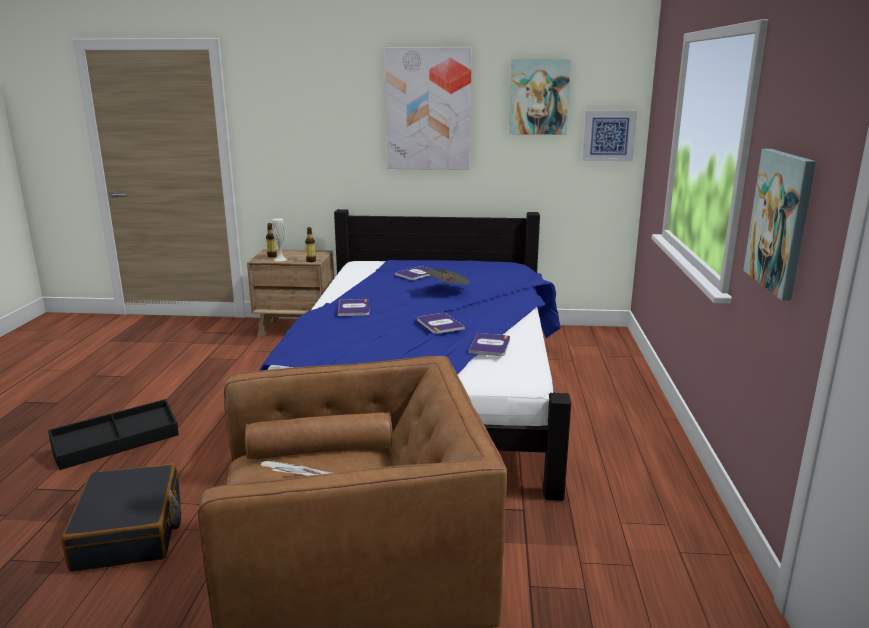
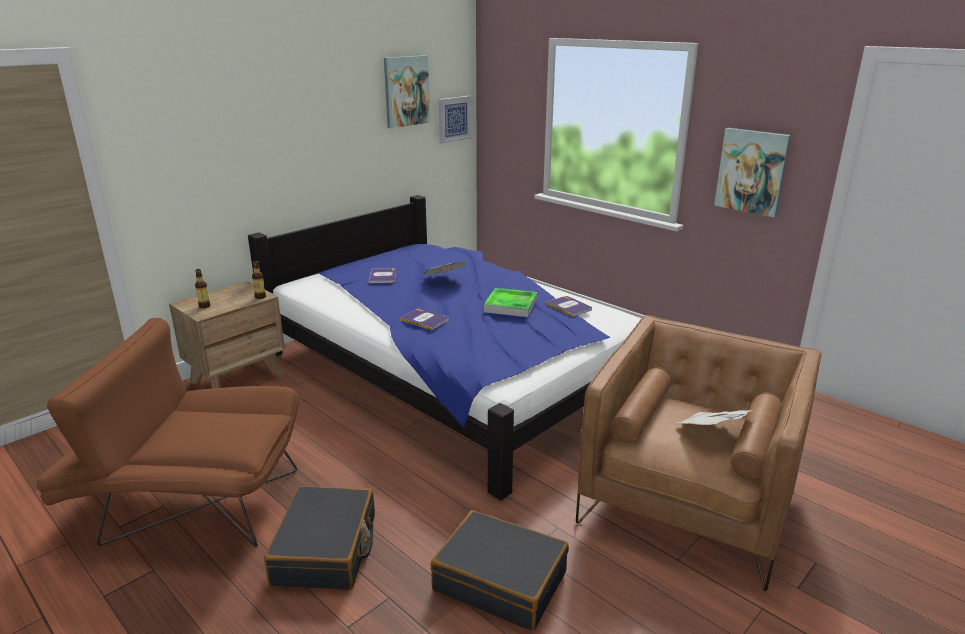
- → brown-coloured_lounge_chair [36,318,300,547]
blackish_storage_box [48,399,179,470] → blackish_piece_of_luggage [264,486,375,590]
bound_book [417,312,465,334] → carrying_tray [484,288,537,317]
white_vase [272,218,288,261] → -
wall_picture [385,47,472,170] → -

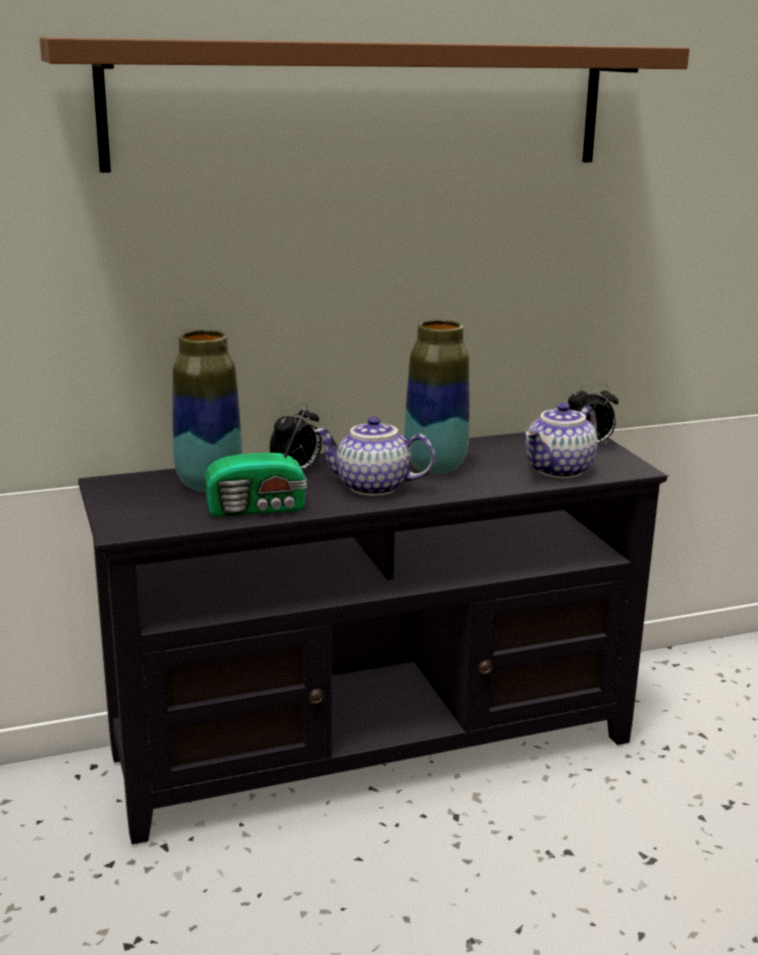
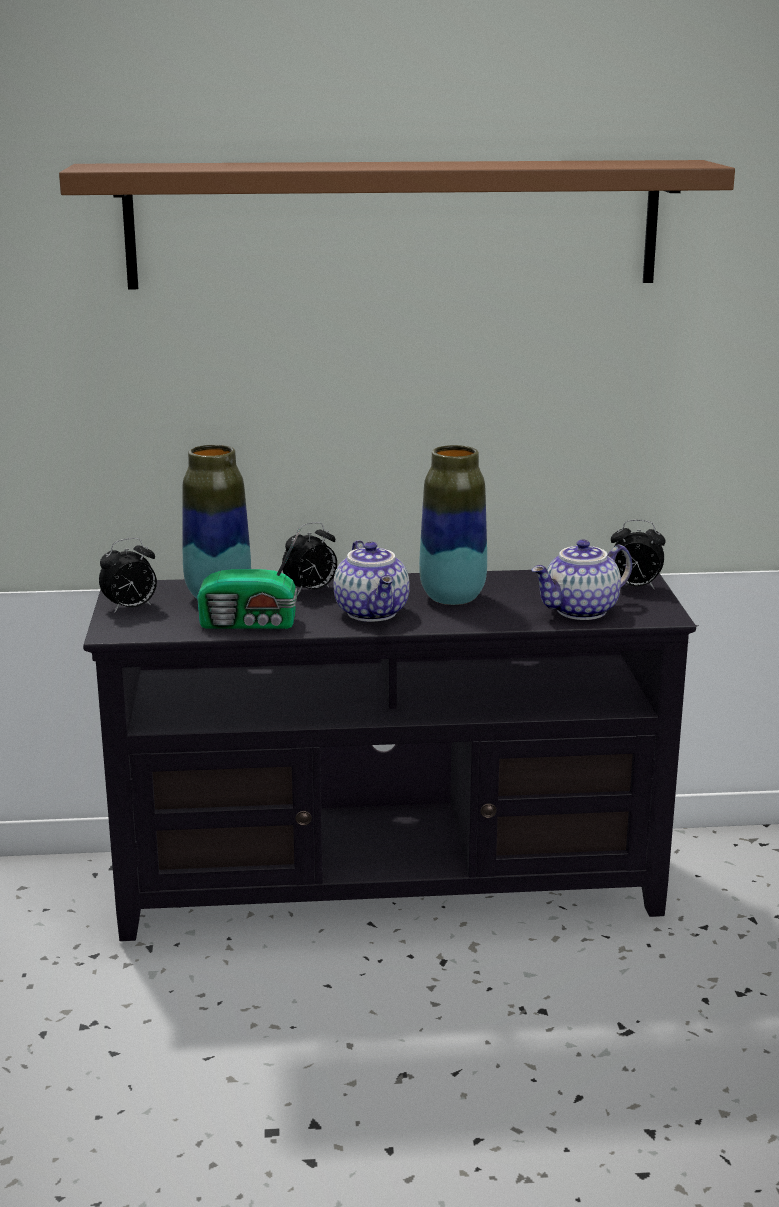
- → alarm_clock [99,538,157,613]
teapot [314,416,435,496] → teapot [333,540,410,622], 135 degrees counterclockwise

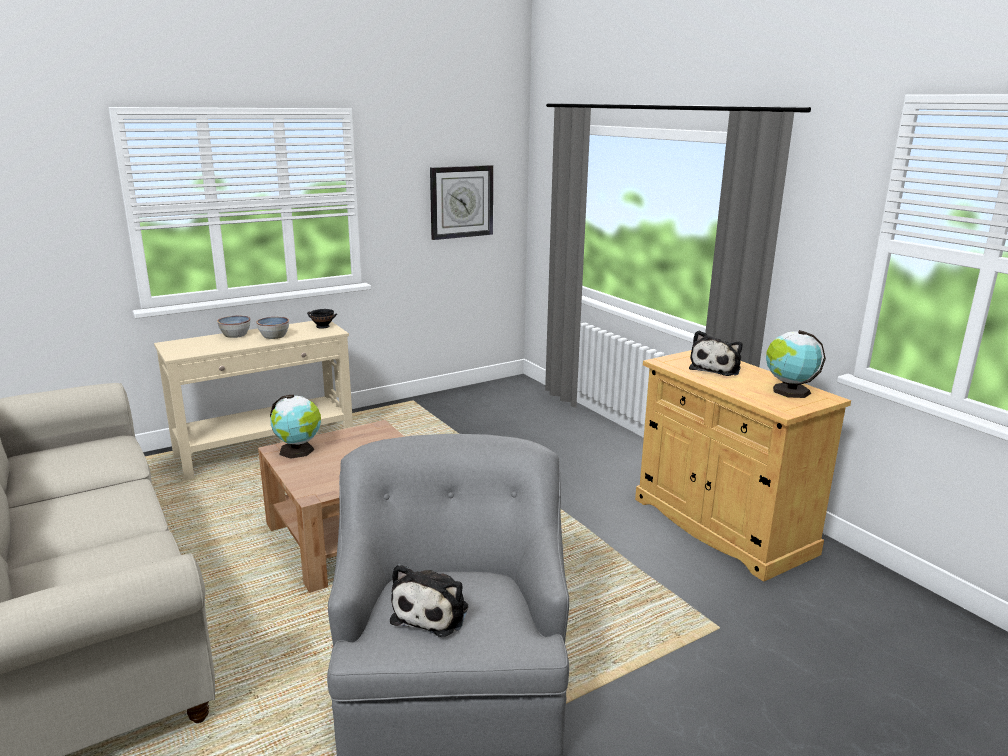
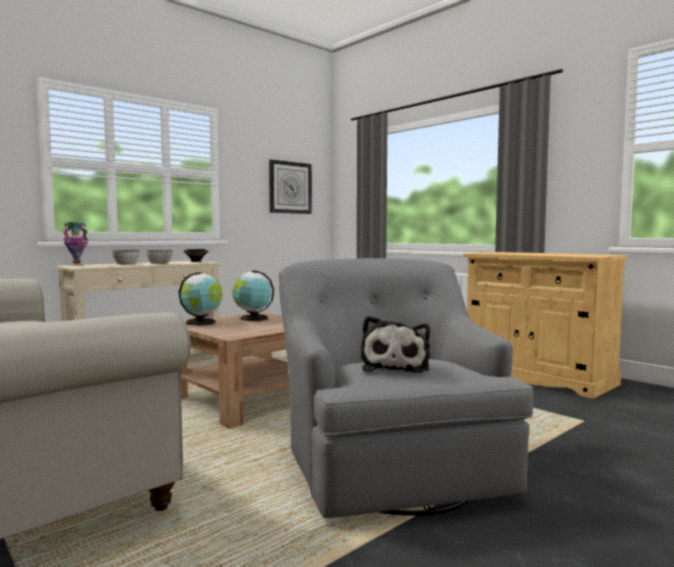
- → vase [63,222,88,266]
globe [766,330,826,398] → globe [233,270,275,321], relocated
cuddly_toy [689,331,743,376] → -

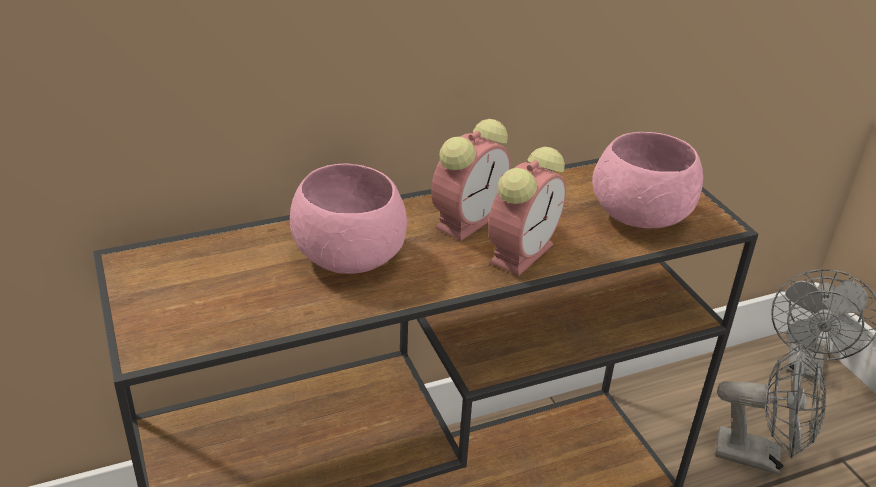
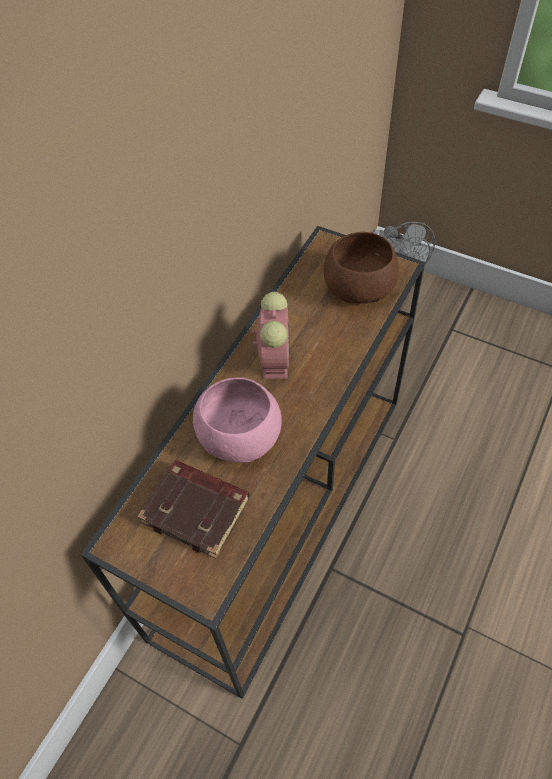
- → brown-coloured_bound_book [138,460,249,559]
pinkish_bowl [592,132,703,228] → brown-coloured_bowl [324,232,399,304]
alarm_clock [488,147,566,276] → -
grey_electric_fan [715,344,826,475] → -

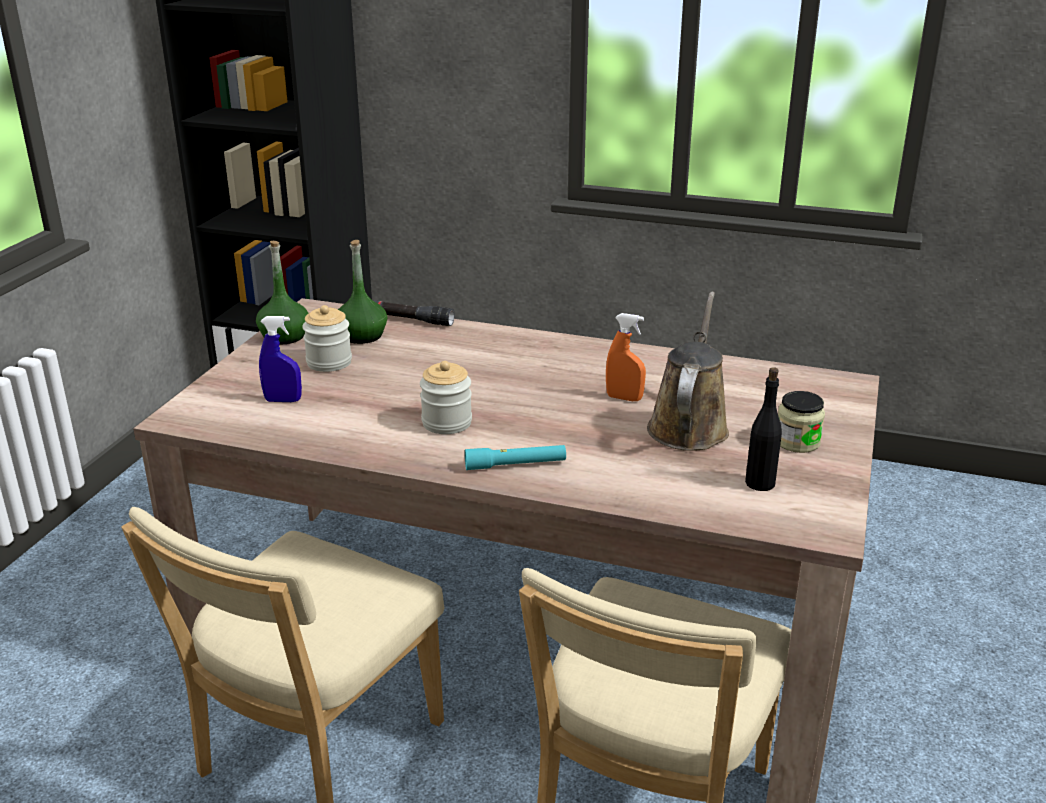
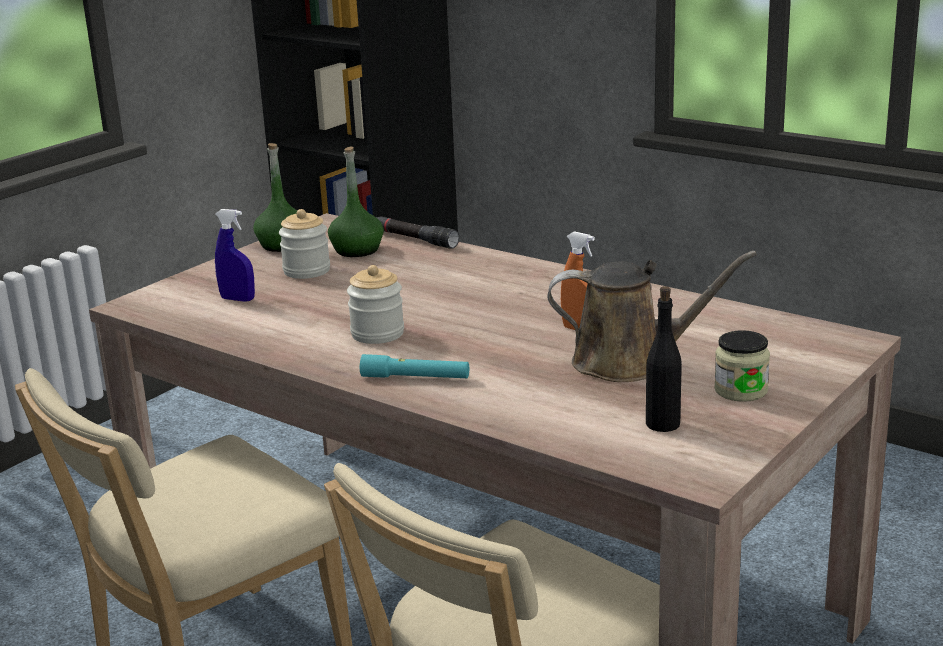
brown-coloured_sprinkling_can [647,292,729,451] → brown-coloured_sprinkling_can [547,251,757,382], 60 degrees clockwise

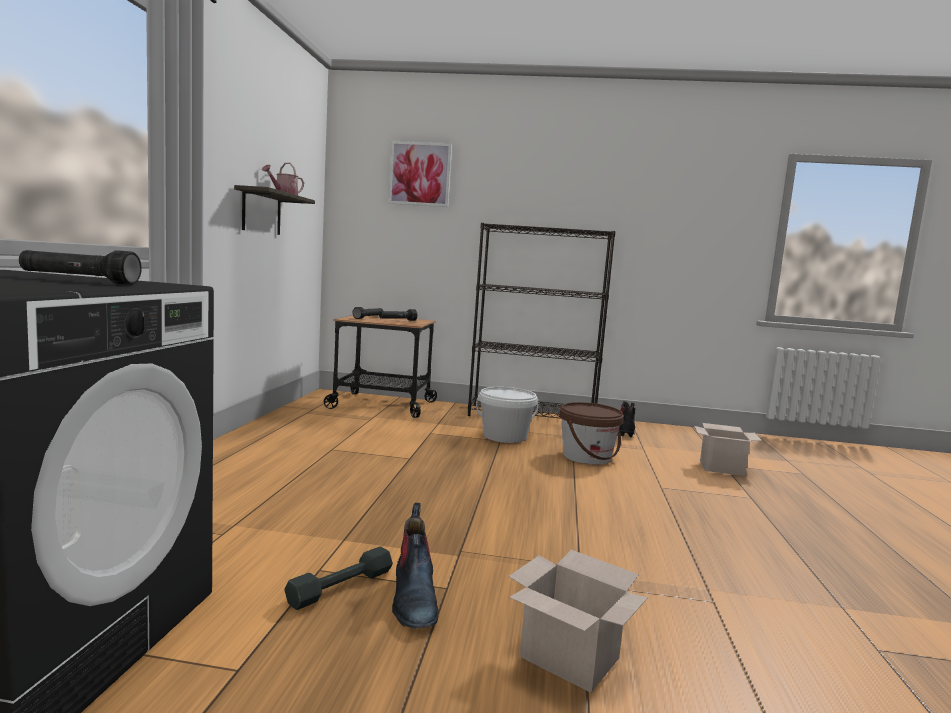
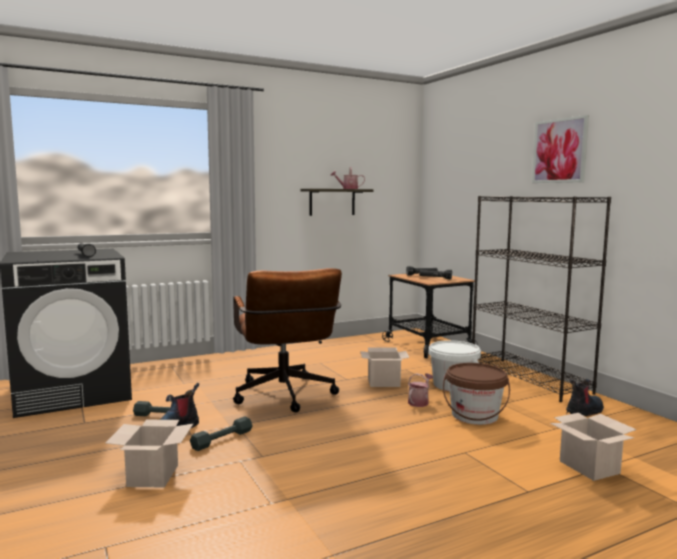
- → grey_dumbbell [190,417,253,451]
- → brown-coloured_computer_chair [233,268,342,412]
- → cardboard_box [360,347,410,387]
- → sprinkling_can [408,373,433,407]
wall_picture [388,141,452,207] → wall_picture [532,115,589,183], relocated

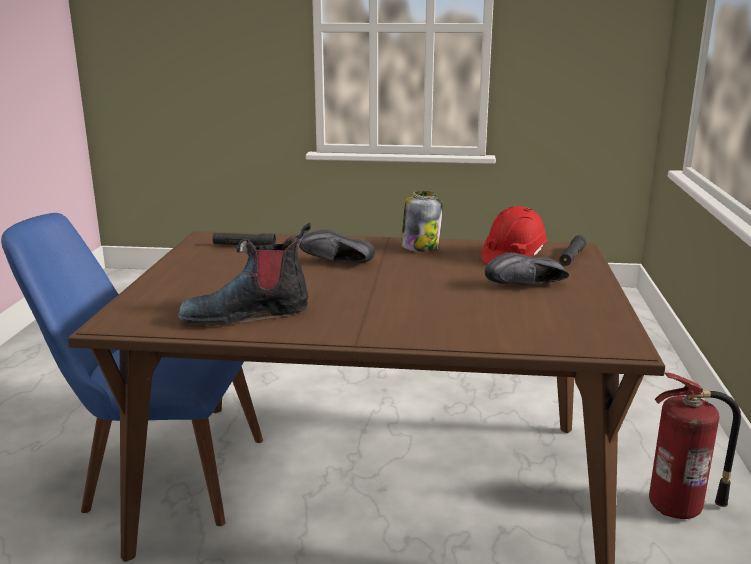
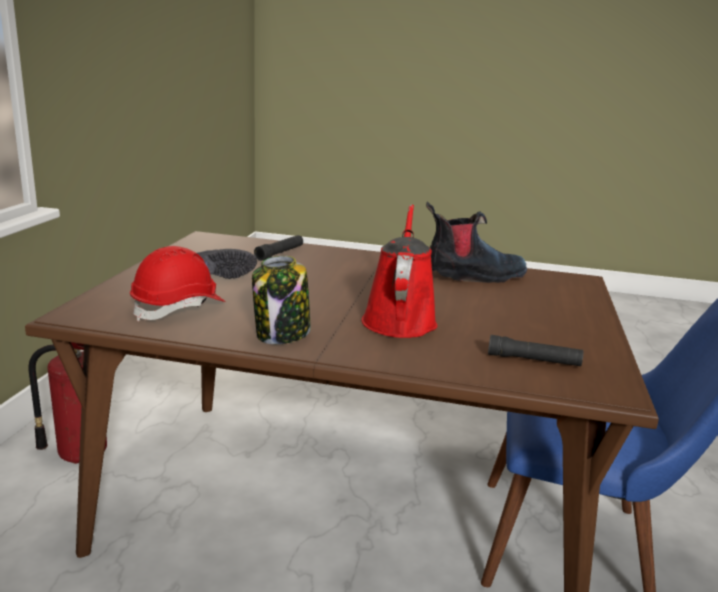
blackish_flashlight [559,235,587,266] → blackish_flashlight [254,235,303,261], relocated
blackish_item_of_footwear [299,230,375,263] → reddish_sprinkling_can [362,204,437,338]

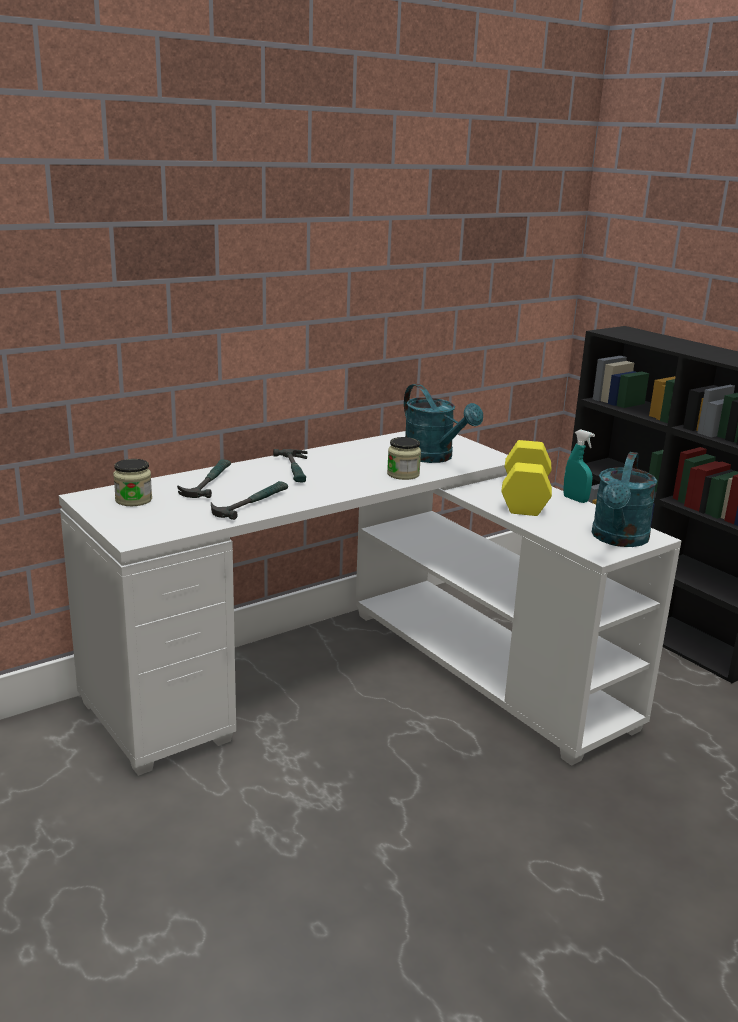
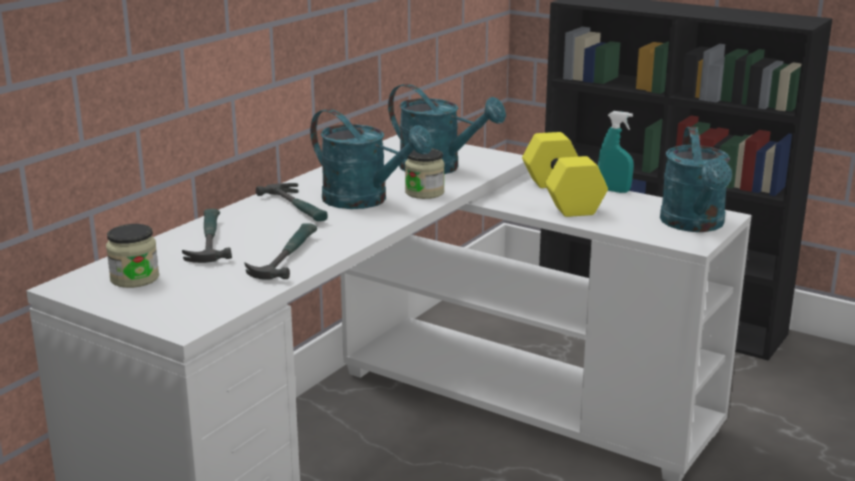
- → turquoise-coloured_sprinkling_can [310,109,433,209]

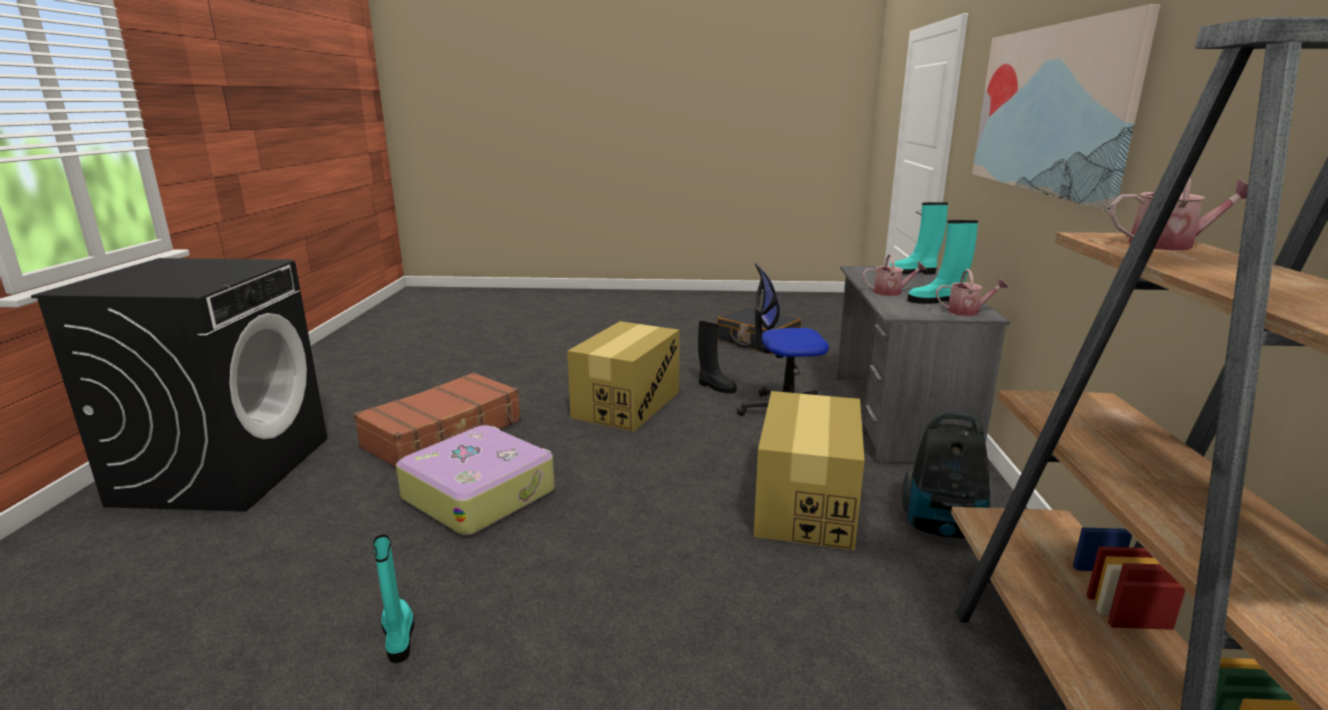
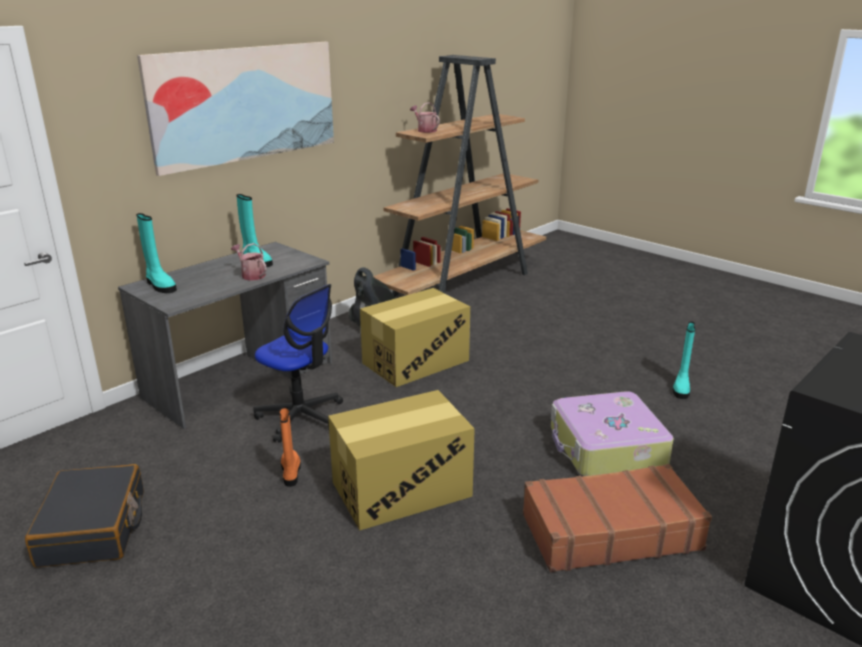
blackish_tall_boot [698,321,737,394] → orange_tall_boot [279,407,301,487]
sprinkling_can [936,269,1009,316] → -

